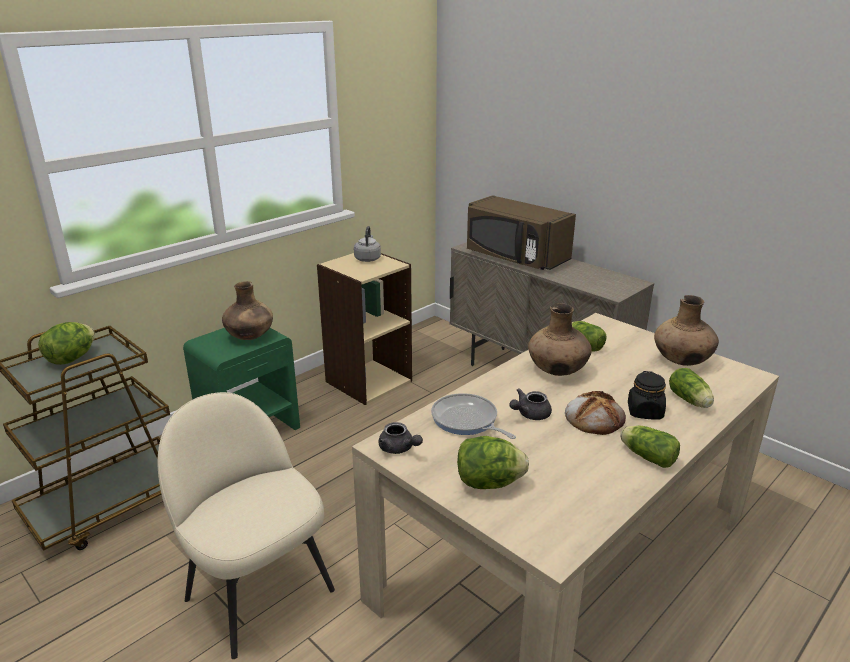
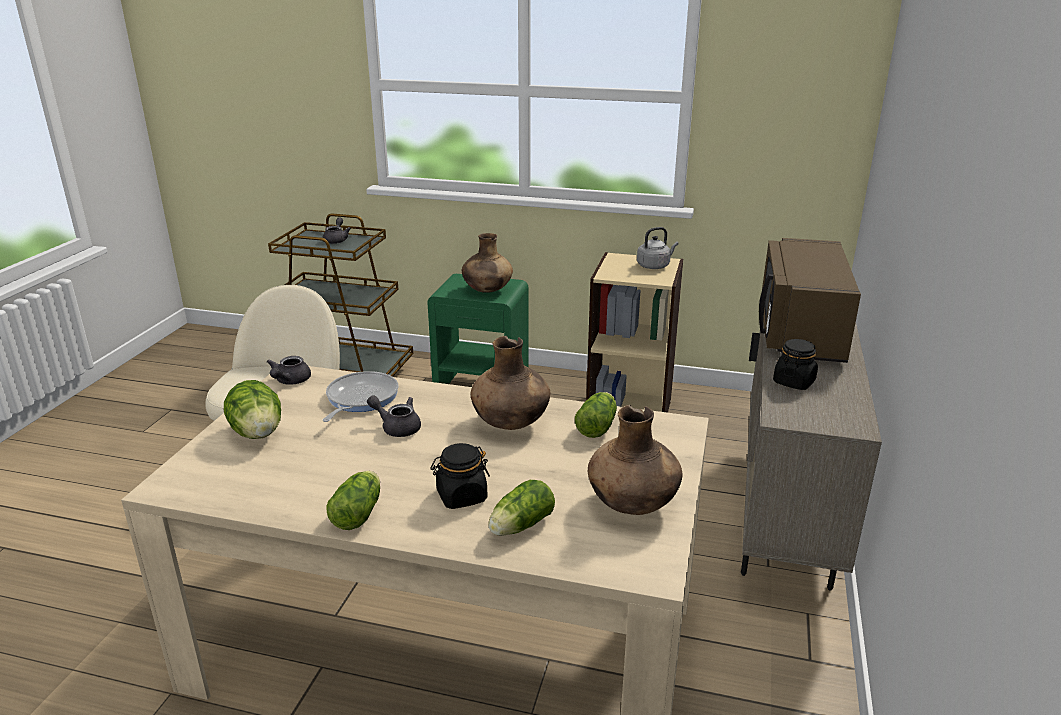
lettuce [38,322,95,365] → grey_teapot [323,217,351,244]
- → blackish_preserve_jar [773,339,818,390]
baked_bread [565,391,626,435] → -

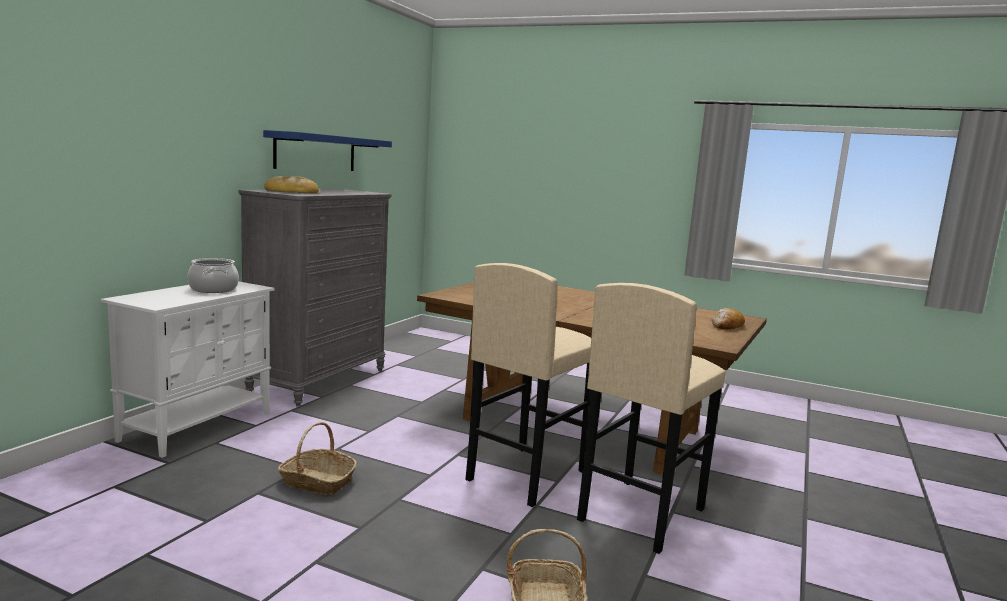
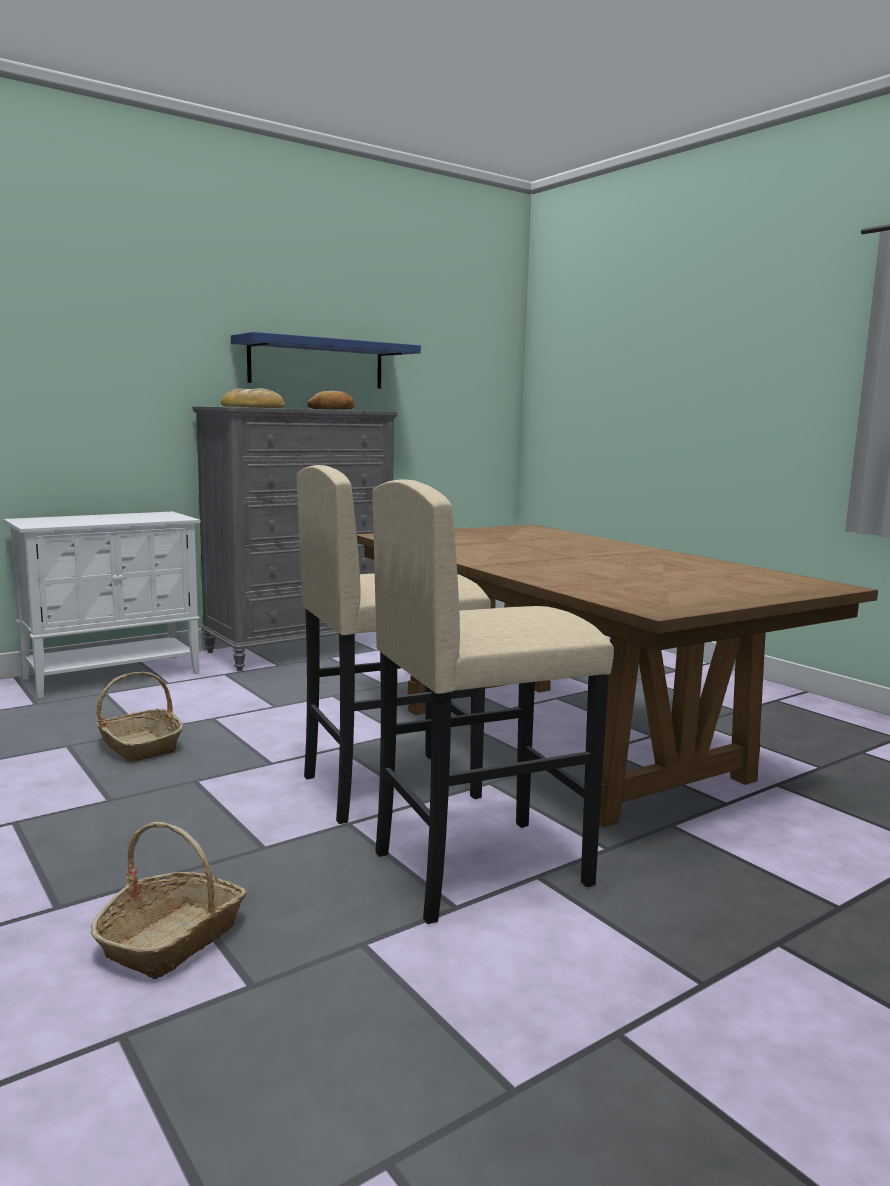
baked_bread [711,308,745,329] → baked_bread [307,391,355,410], relocated
stockpot [187,258,239,293] → -

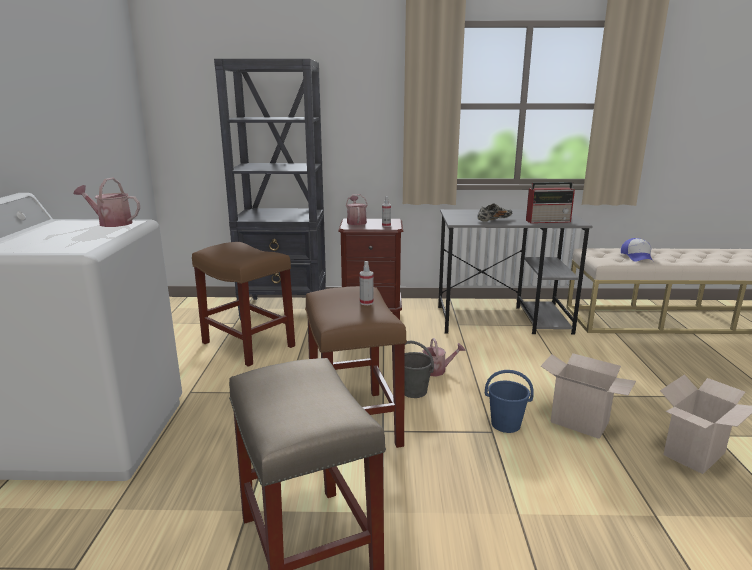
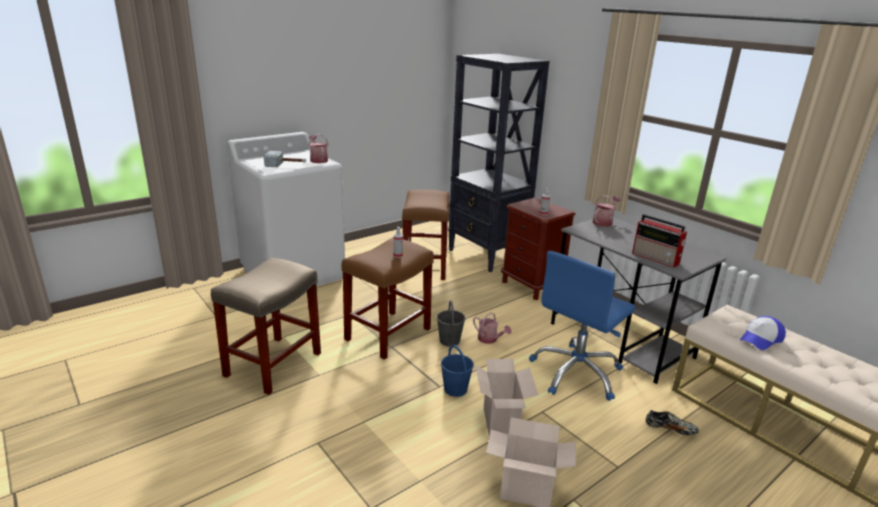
- → hammer [264,151,306,167]
- → bluish_computer_chair [529,251,636,401]
sprinkling_can [346,194,368,225] → sprinkling_can [592,195,620,227], relocated
item_of_footwear [477,204,512,222] → item_of_footwear [646,410,699,435], relocated

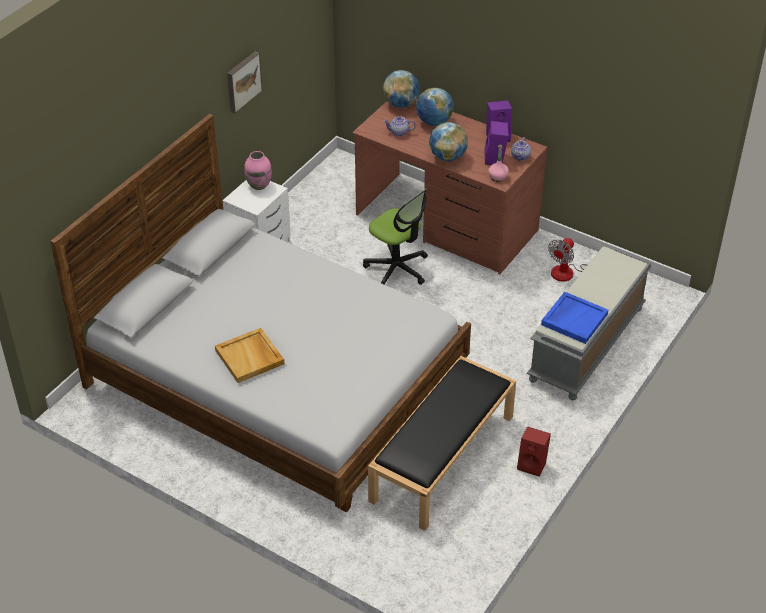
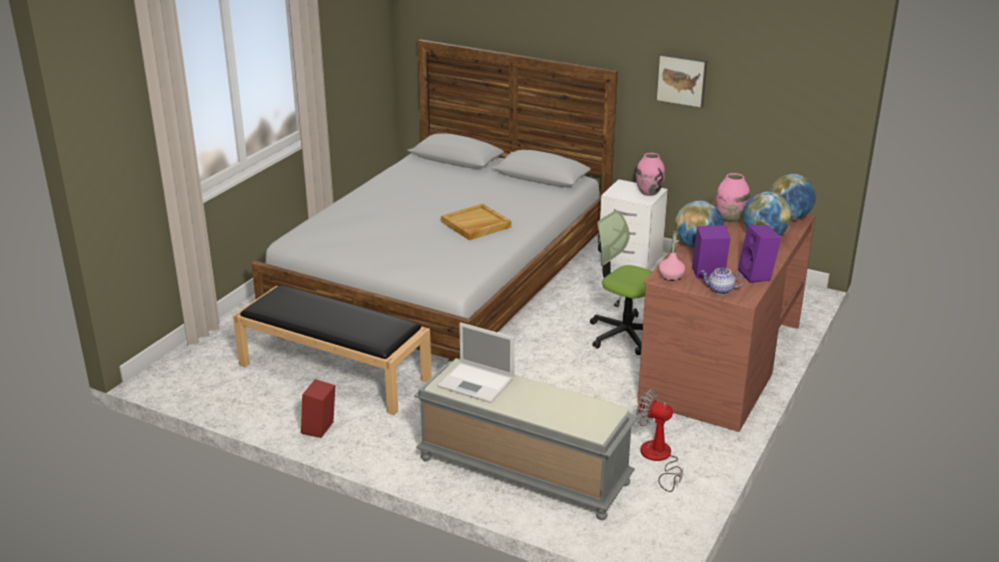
bluish_carrying_tray [541,292,608,344] → portable_computer [437,323,515,403]
beige-coloured_carrying_tray [215,328,284,383] → beige-coloured_carrying_tray [441,204,511,240], relocated
computer_chair [363,188,428,285] → computer_chair [590,210,653,355], 90 degrees clockwise
teapot [383,116,415,136] → pinkish_vase [716,173,750,222]

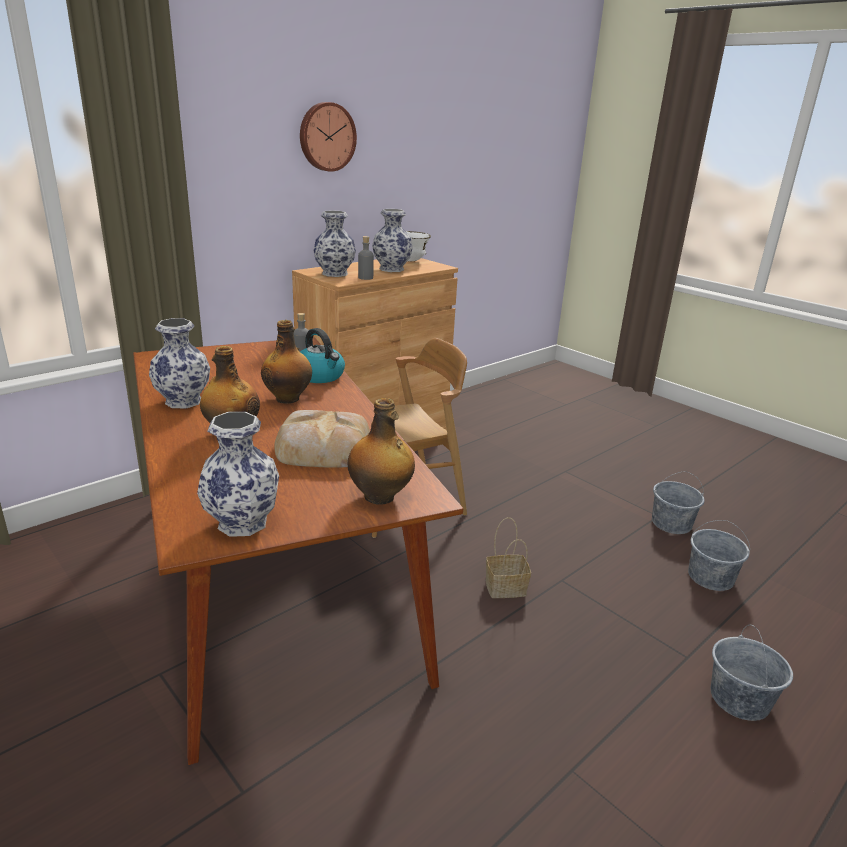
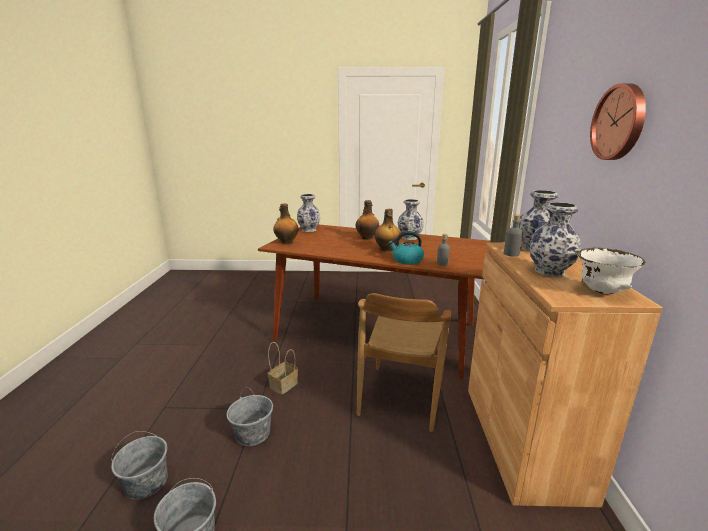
grey_bucket [711,625,793,721] → grey_bucket [226,387,273,446], relocated
baked_bread [274,410,370,468] → -

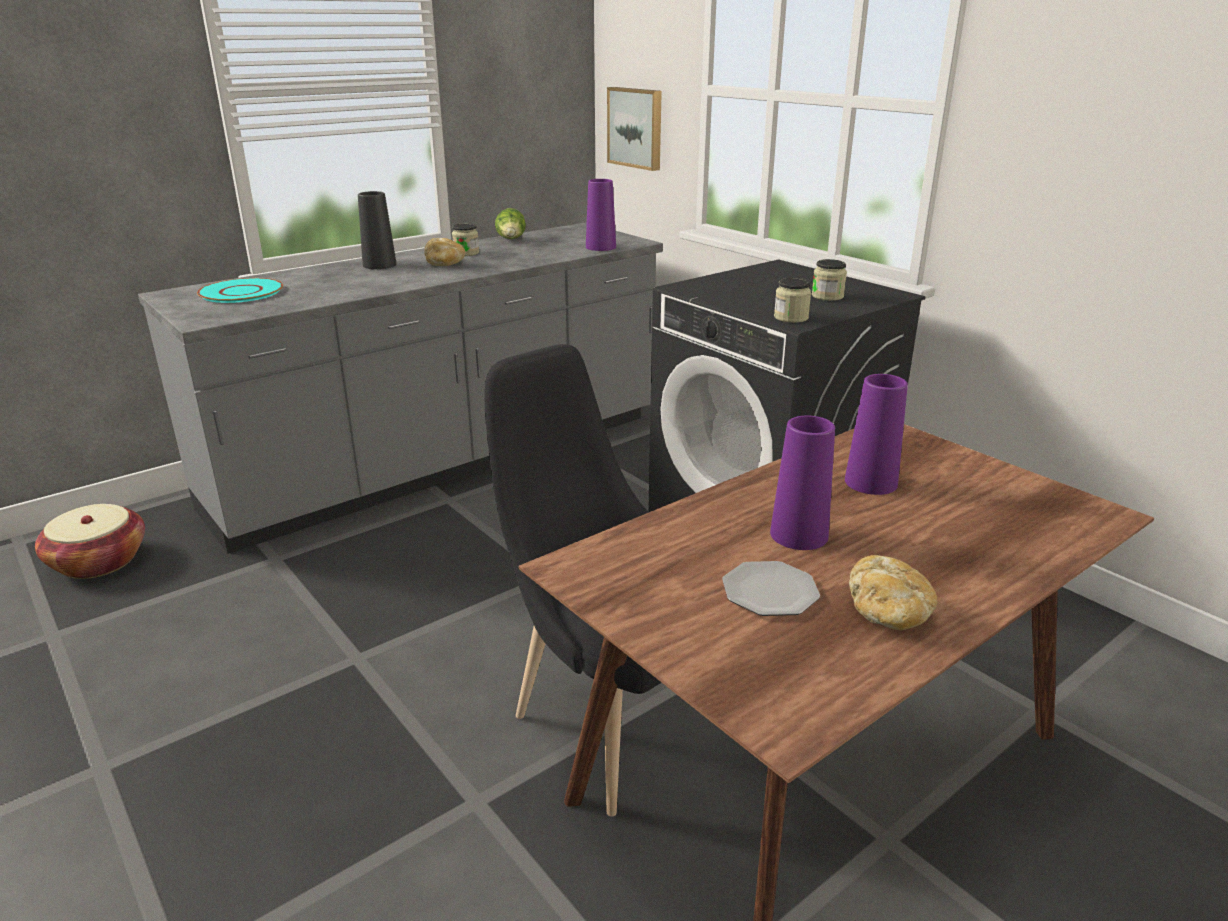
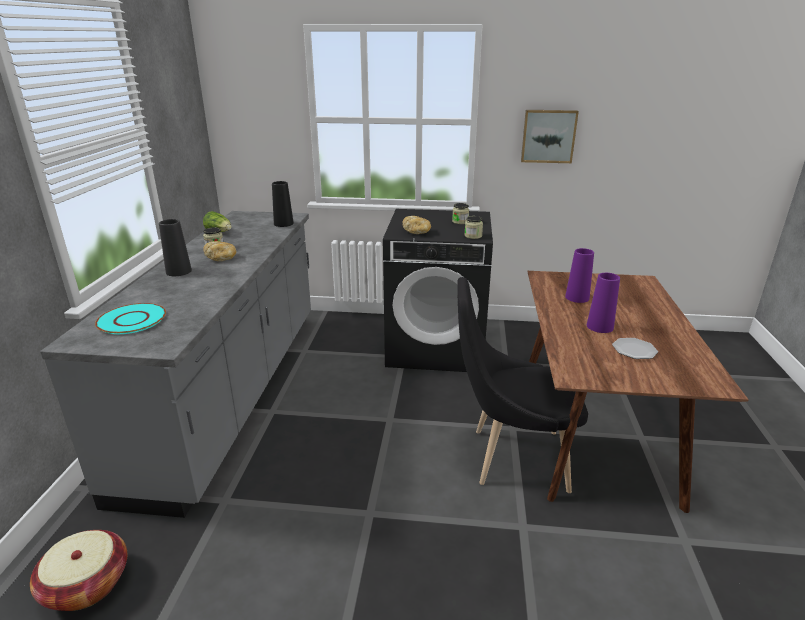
purplish_vase [586,179,616,251] → blackish_vase [272,181,294,227]
baked_bread [849,555,938,630] → baked_bread [403,216,431,234], relocated
wall_picture [607,87,662,171] → wall_picture [521,110,579,163], relocated

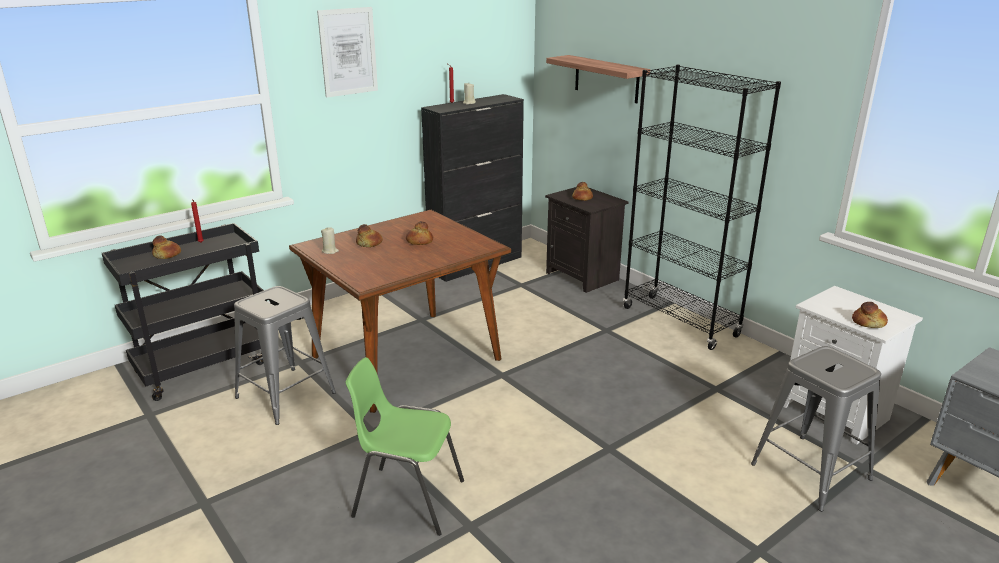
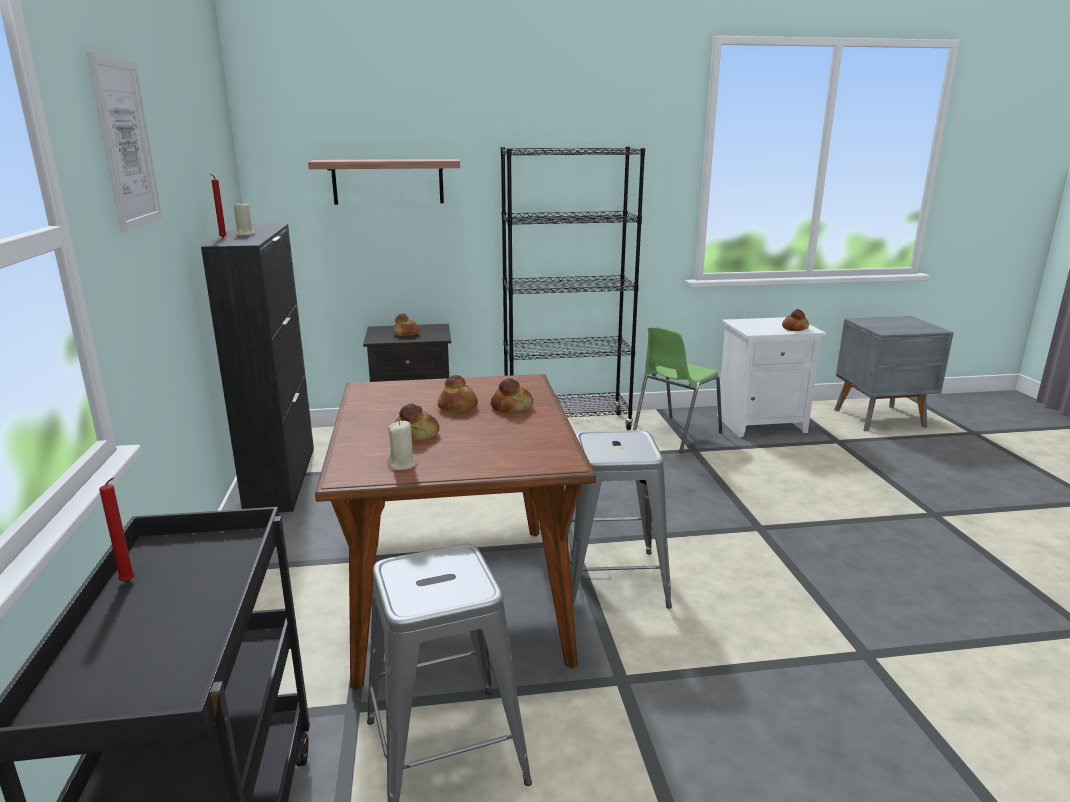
baked_bread [152,235,181,259] → baked_bread [491,378,533,413], relocated
grey_sitting_stool [751,346,881,511] → grey_sitting_stool [567,430,672,609], relocated
green-coloured_upright_chair [346,357,464,536] → green-coloured_upright_chair [633,327,722,453], relocated

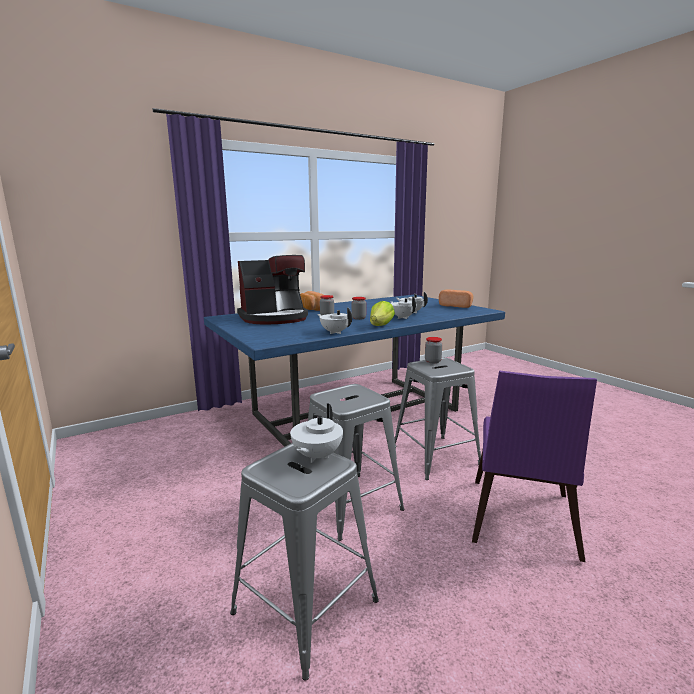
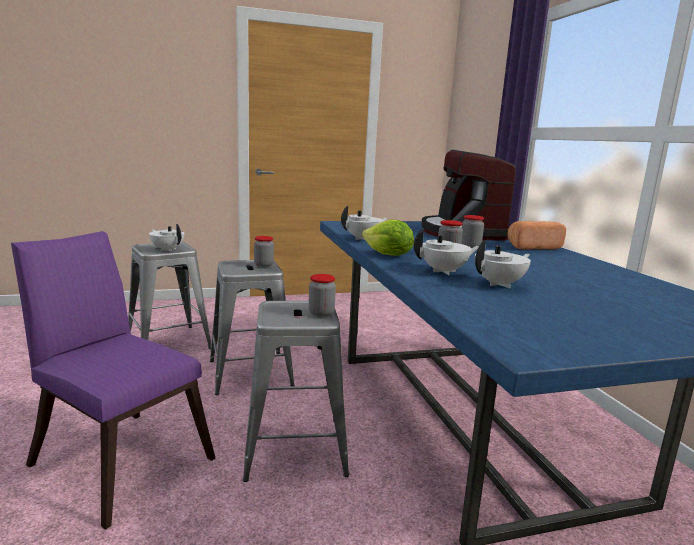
- → preserve_jar [254,236,274,267]
baked_bread [439,290,473,308] → -

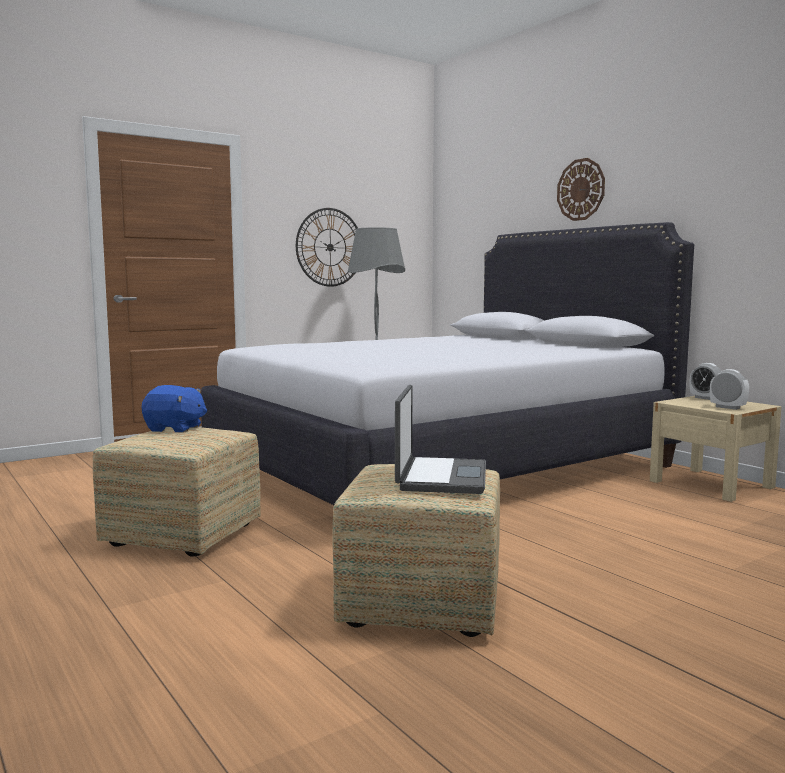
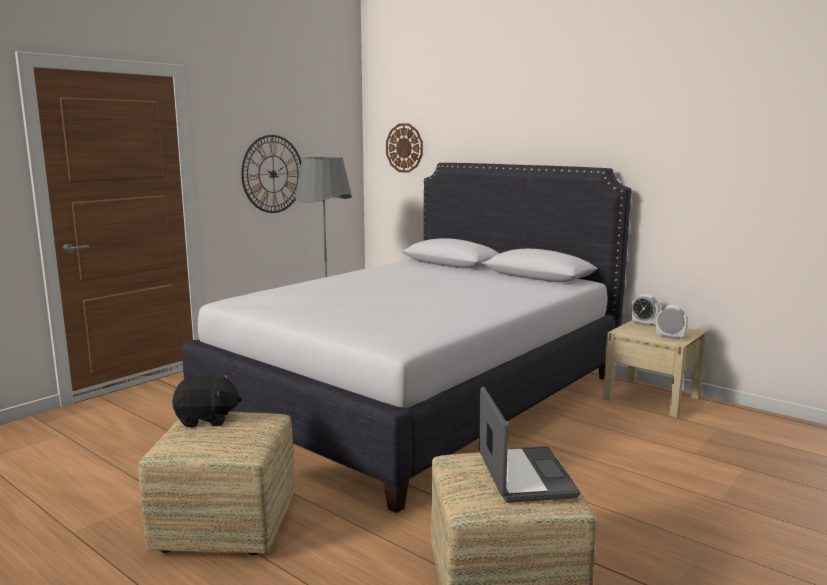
bluish_cuddly_toy [142,385,207,432] → blackish_cuddly_toy [172,374,242,427]
wall_clock [557,158,605,221] → wall_clock [386,124,423,173], relocated

